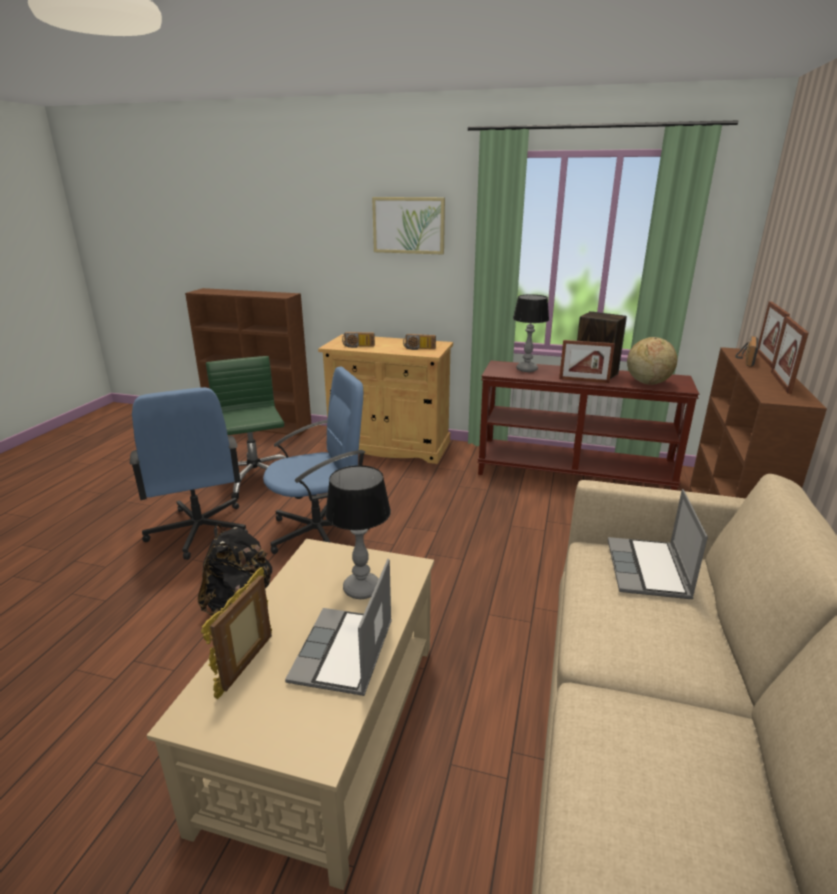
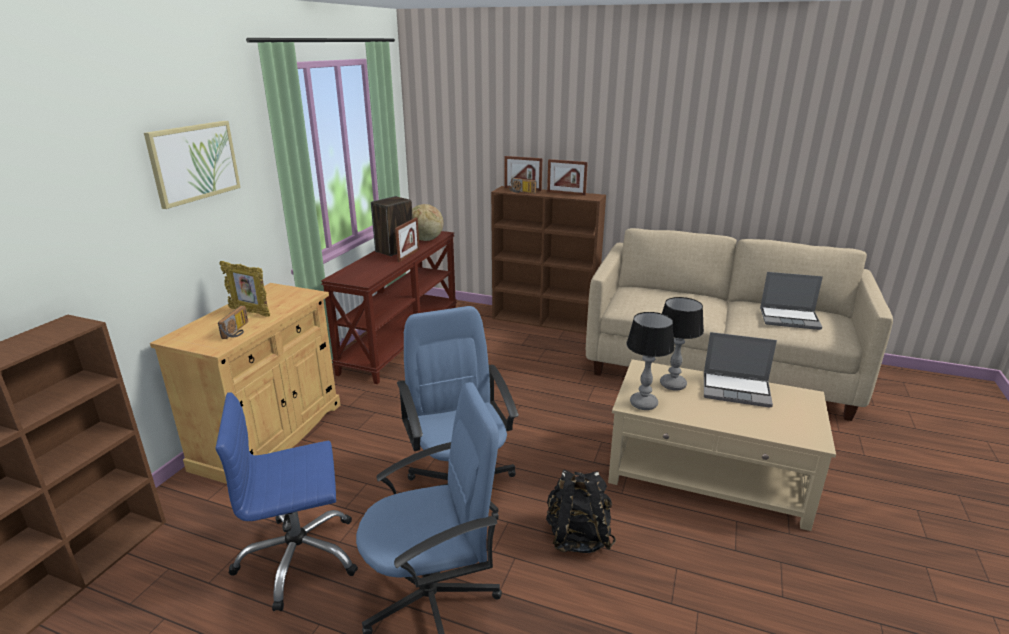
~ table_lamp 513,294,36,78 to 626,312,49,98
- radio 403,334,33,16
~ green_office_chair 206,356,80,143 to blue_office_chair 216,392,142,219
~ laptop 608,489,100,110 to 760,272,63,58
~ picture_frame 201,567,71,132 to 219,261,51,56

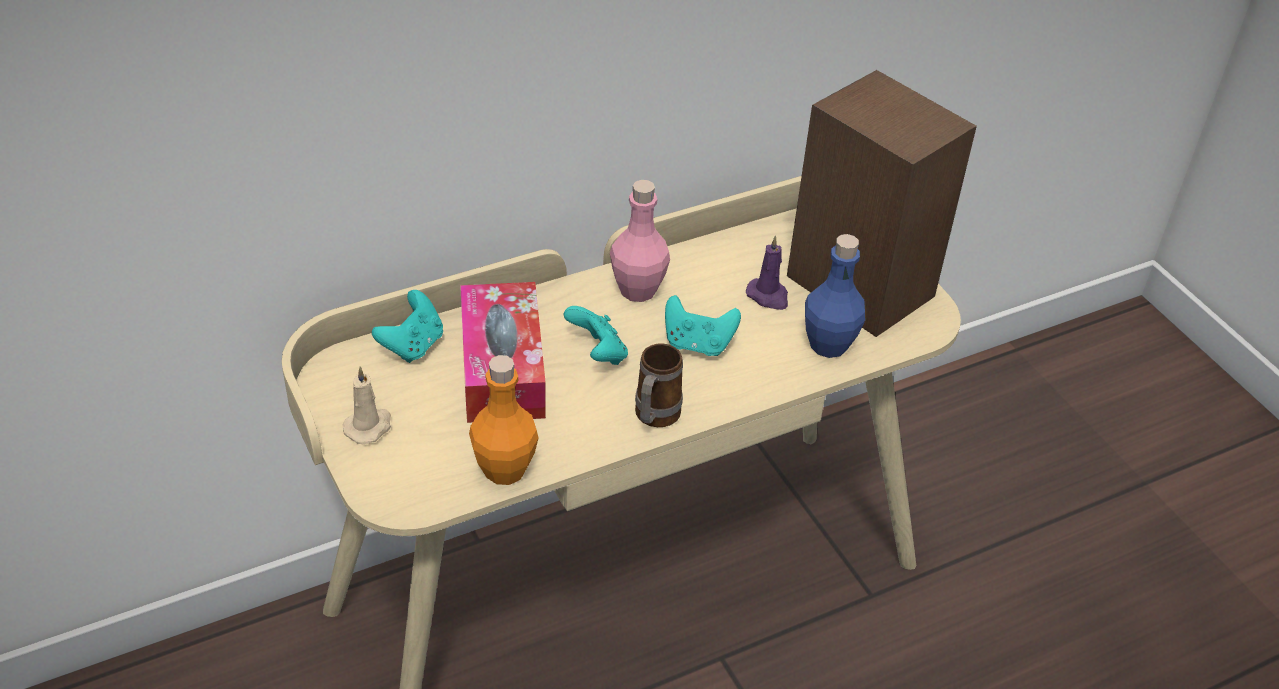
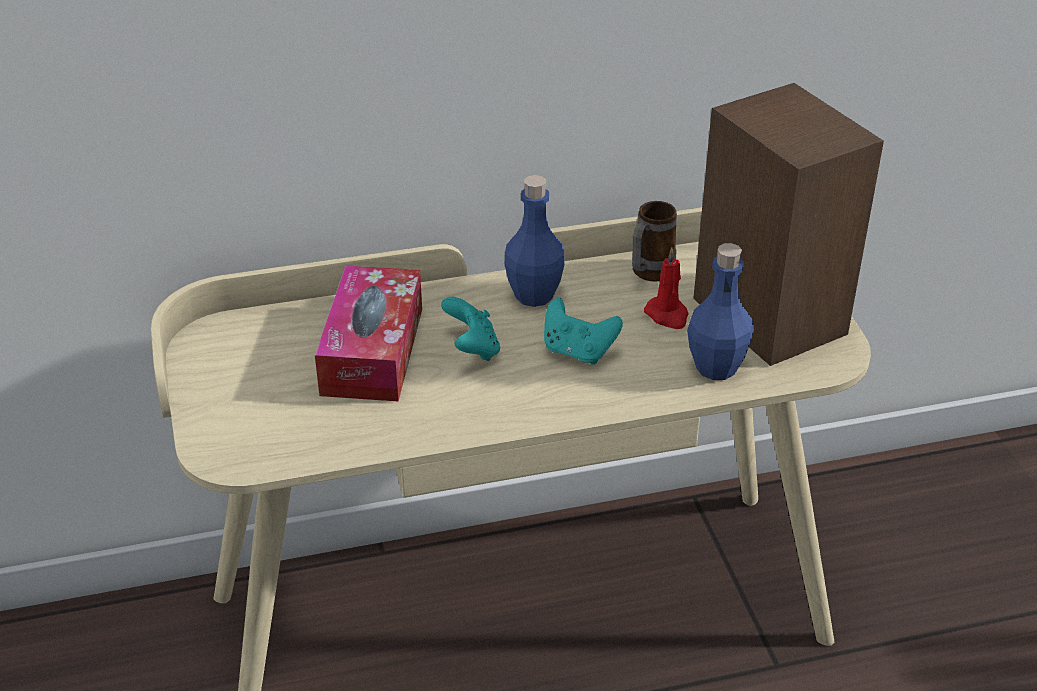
~ pink_bottle 610,180,60,122 to blue_bottle 505,175,59,132
~ purple_candle 746,235,42,75 to red_candle 644,248,45,81
- turquoise_game_controller 372,290,71,73
~ mug 635,343,48,84 to 632,201,45,81
- orange_bottle 469,355,70,130
- beige_candle 342,366,49,78

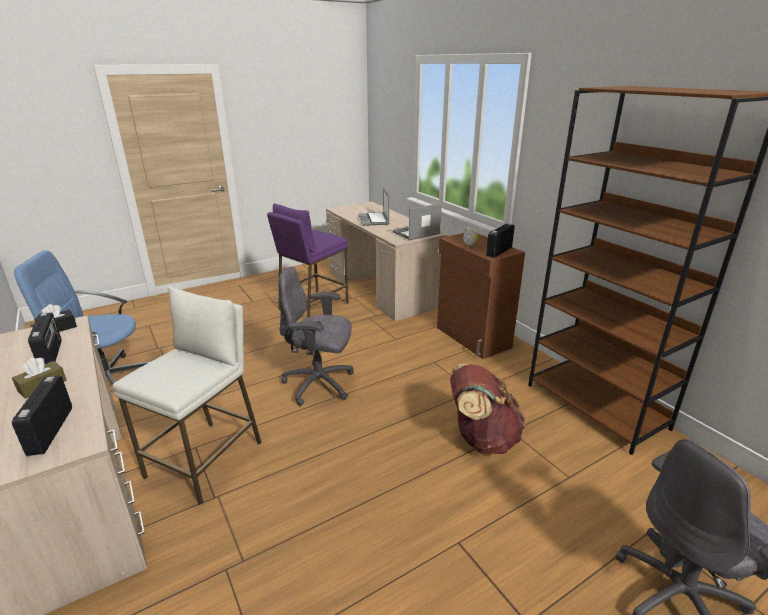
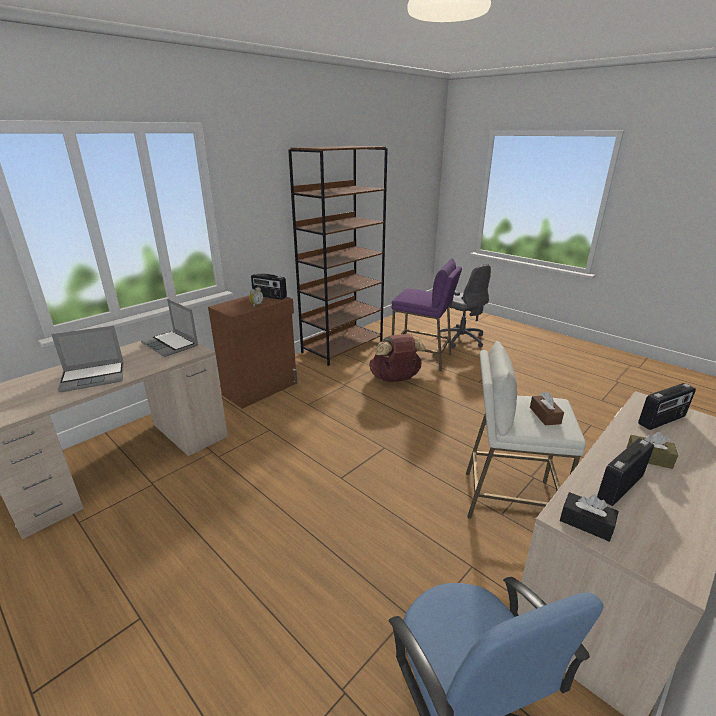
~ purple_stool 267,203,82,114 to 392,259,70,112
- grey_office_chair 279,267,75,139
+ brown_tissue_box 530,392,34,33

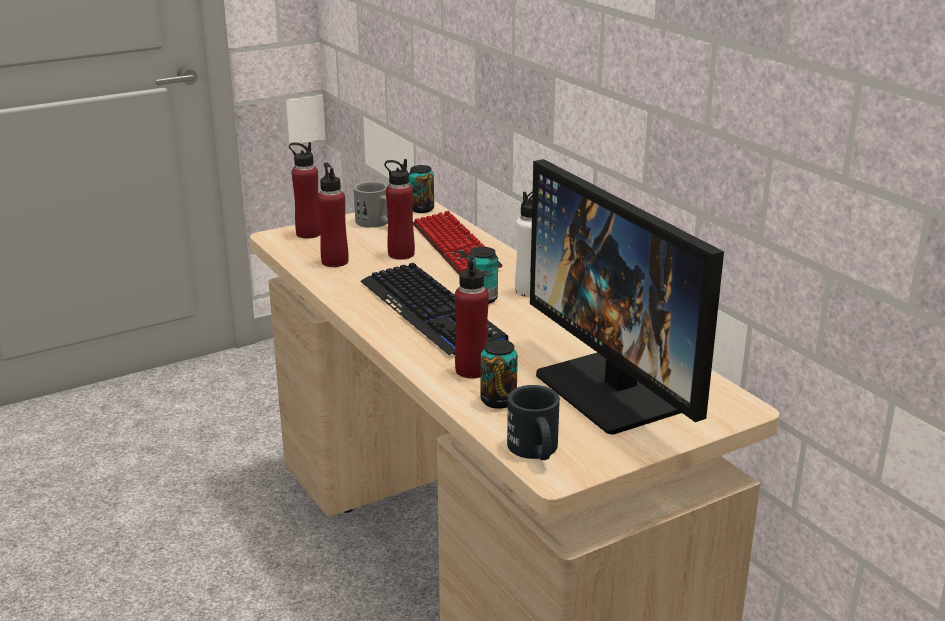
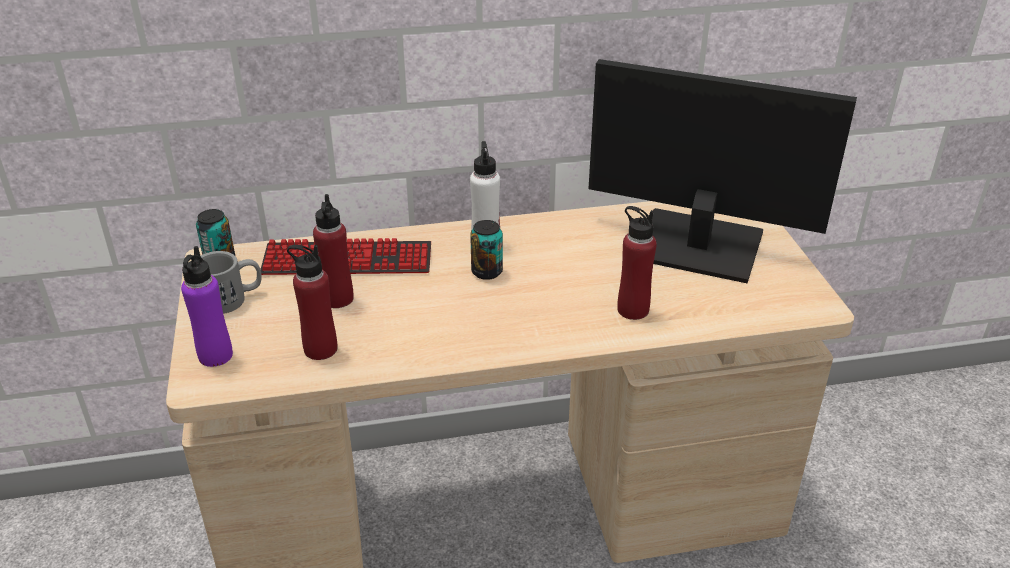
~ red_bottle 289,142,31,97 to purple_bottle 181,246,52,121
~ monitor 530,159,194,276 = 589,59,268,224 150 degrees counterclockwise
- keyboard 360,263,148,93
- can 481,340,37,69
- black_mug 507,385,53,75

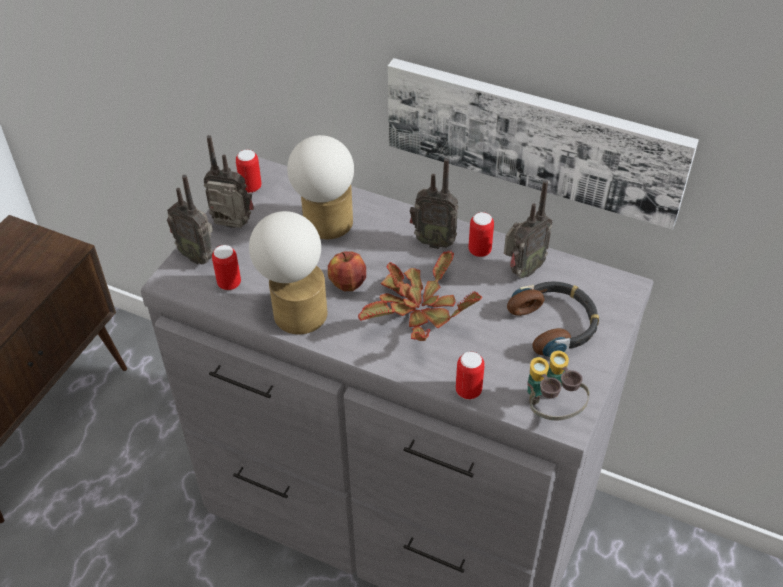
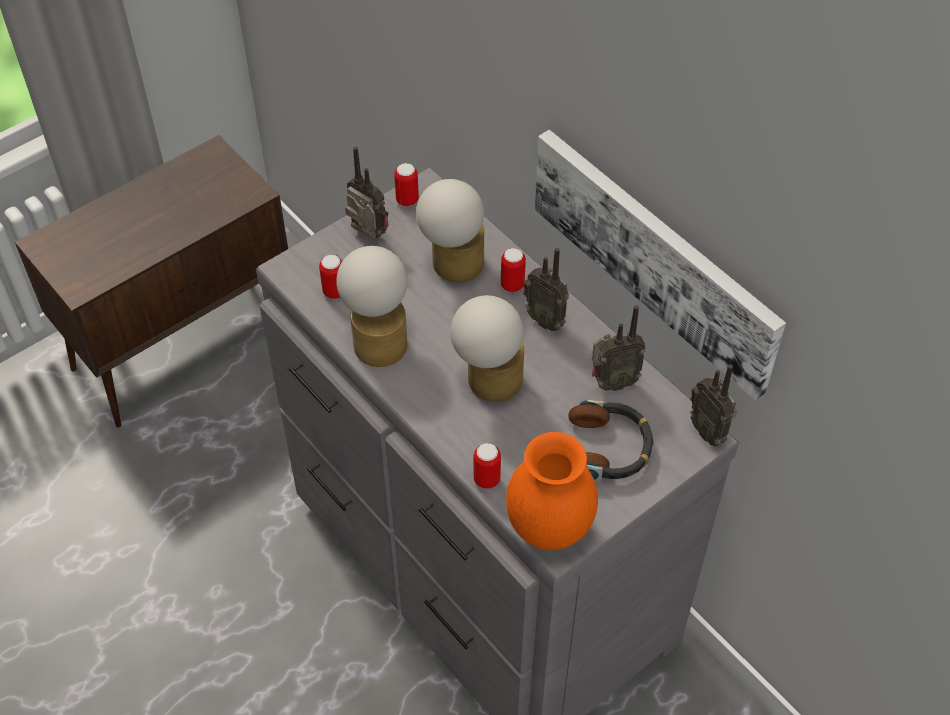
~ radio 167,175,46,89 to 690,364,47,82
~ can 468,212,26,45 to 501,248,25,44
~ potted_plant 358,251,124,90 to table_lamp 450,295,74,107
- apple 328,252,38,39
~ binoculars 527,350,63,70 to orange_vase 506,432,92,118

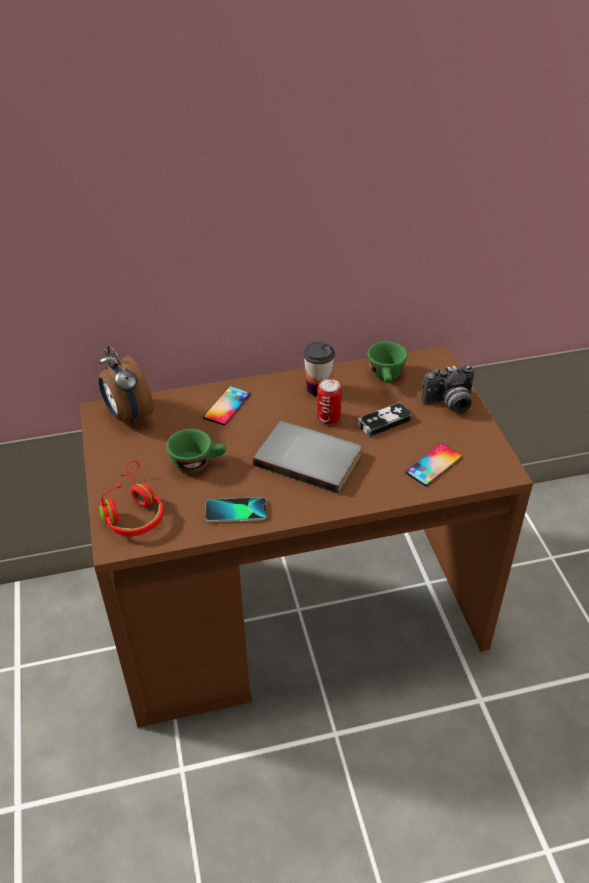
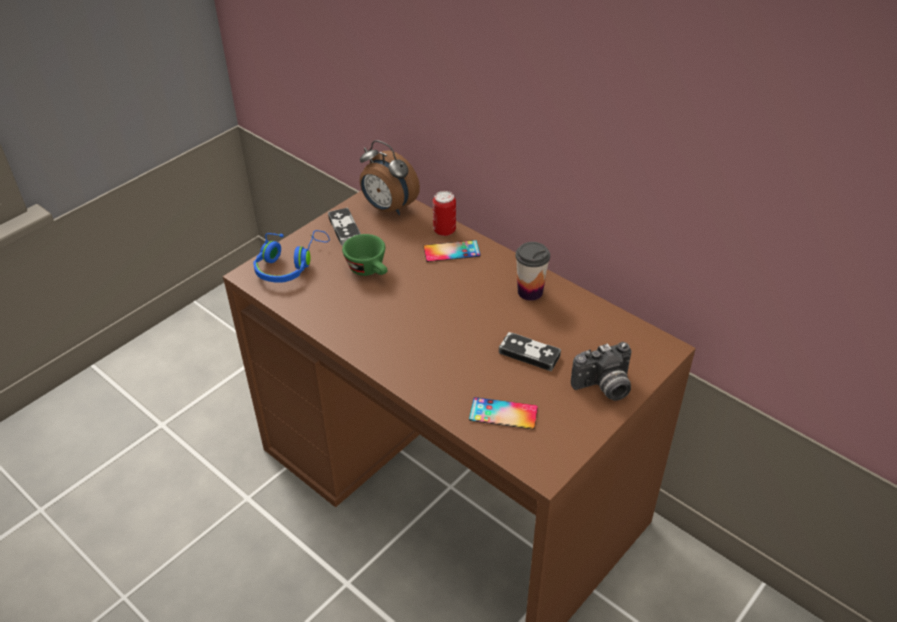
- green_cup 367,341,41,42
~ alarm_clock 98,345,56,81 = 360,140,60,75 75 degrees counterclockwise
~ photo_camera 422,365,53,48 = 571,342,61,59 60 degrees counterclockwise
~ can 317,379,25,46 to 433,191,23,45
- grey_book 253,421,108,73
~ red_headphones 99,461,65,76 to blue_headphones 253,230,77,53
- phone 205,497,62,25
+ game_controller 328,208,33,38

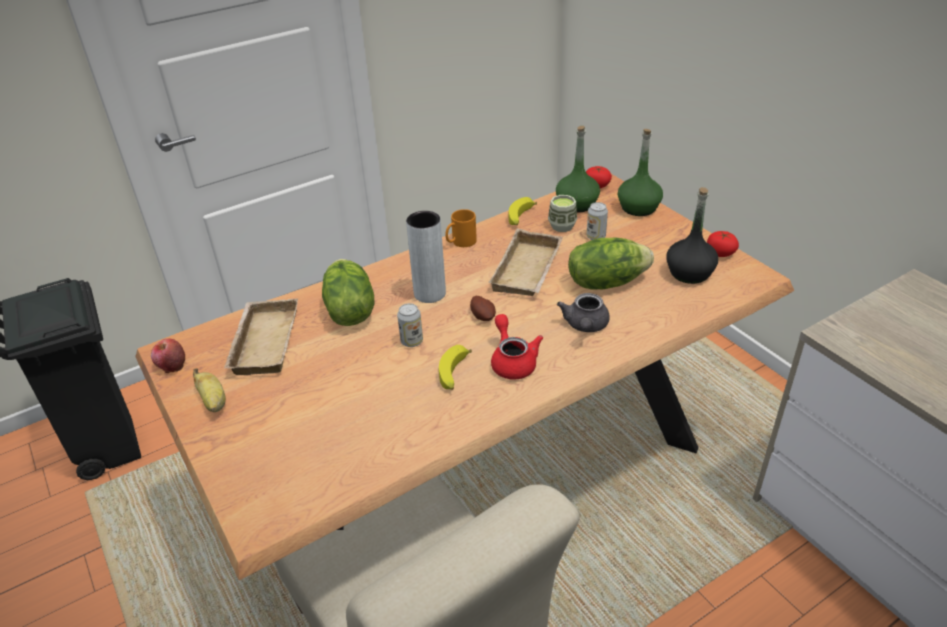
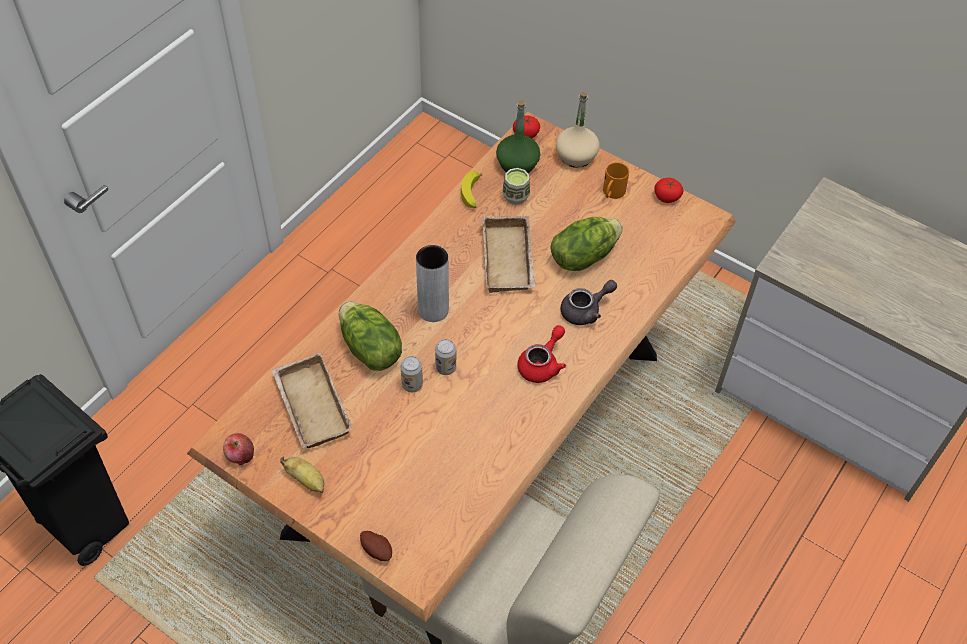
~ green_bottle 618,129,45,87 to beige_bottle 556,92,44,76
- black_bottle 666,187,52,97
~ can 587,202,21,38 to 401,356,22,36
~ orange_mug 445,209,32,38 to 603,162,26,37
~ grey_teapot 557,293,53,39 = 560,280,57,45 105 degrees counterclockwise
~ potato 470,296,26,25 to 360,531,32,30
~ red_teapot 491,314,52,65 = 517,325,49,58 75 degrees clockwise
- banana 439,345,33,45

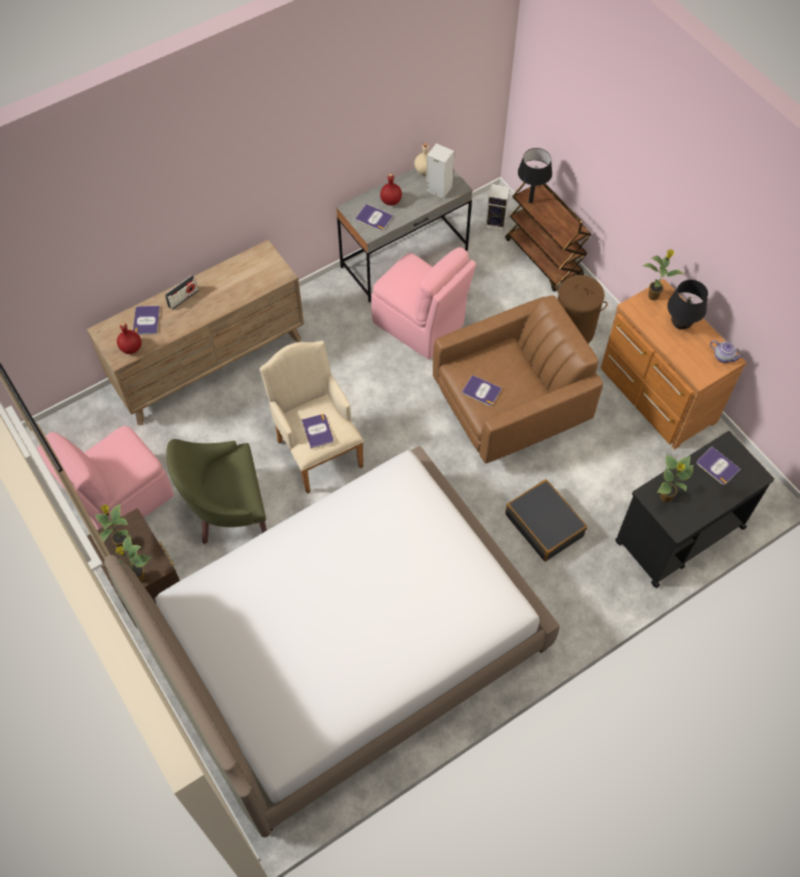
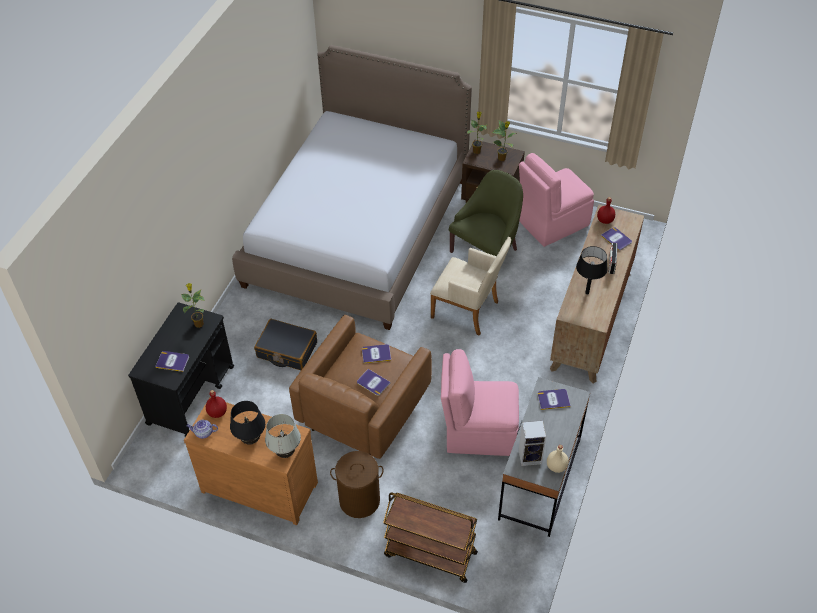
~ black_table_lamp 518,148,34,56 to 576,246,32,48
~ red_bottle 380,173,22,33 to 206,390,21,28
- speaker 485,184,25,47
~ potted_plant 643,249,41,51 to white_table_lamp 265,414,36,44
~ book 302,414,32,35 to 357,369,34,27
~ pink_chair 37,426,137,104 = 519,153,75,94 135 degrees counterclockwise

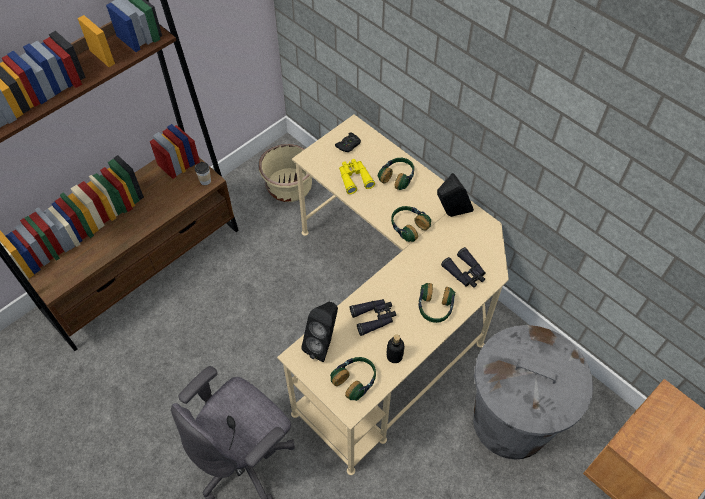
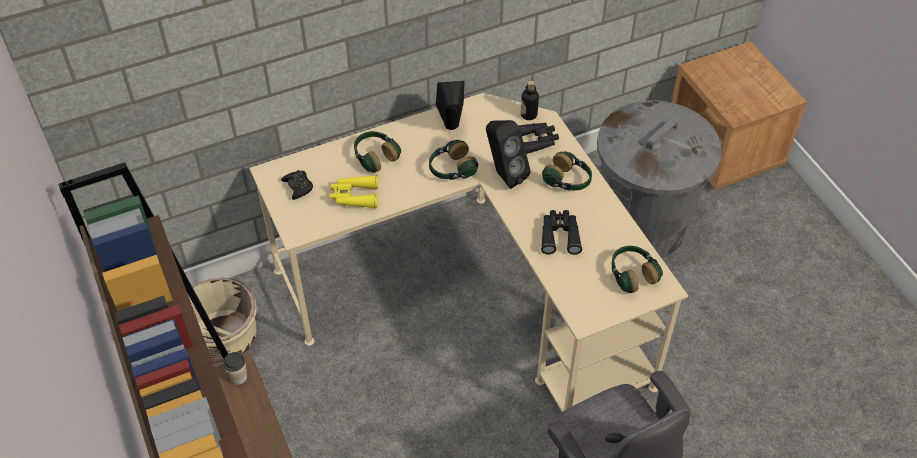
~ black_speaker 301,302,37,60 to 486,120,45,69
~ bottle 386,334,19,29 to 521,81,18,39

